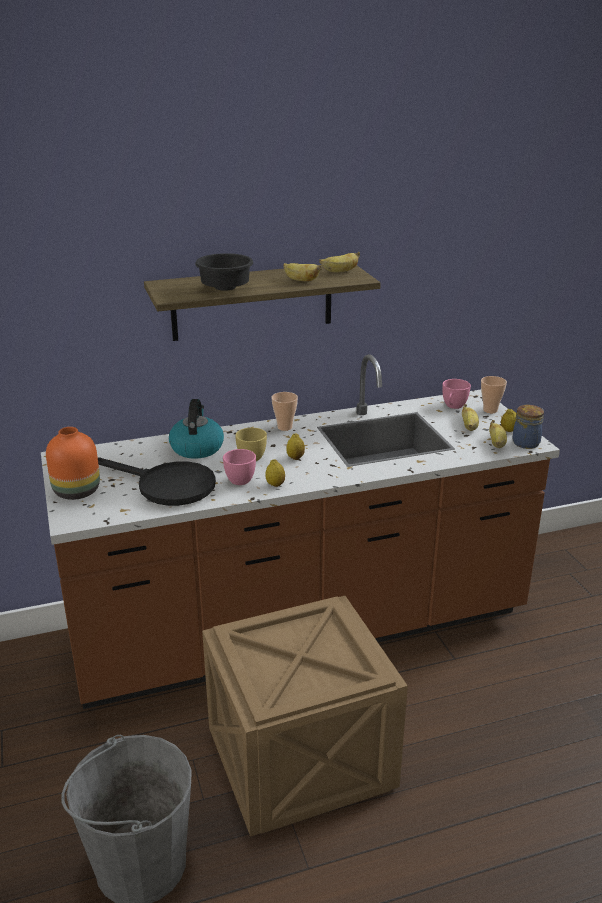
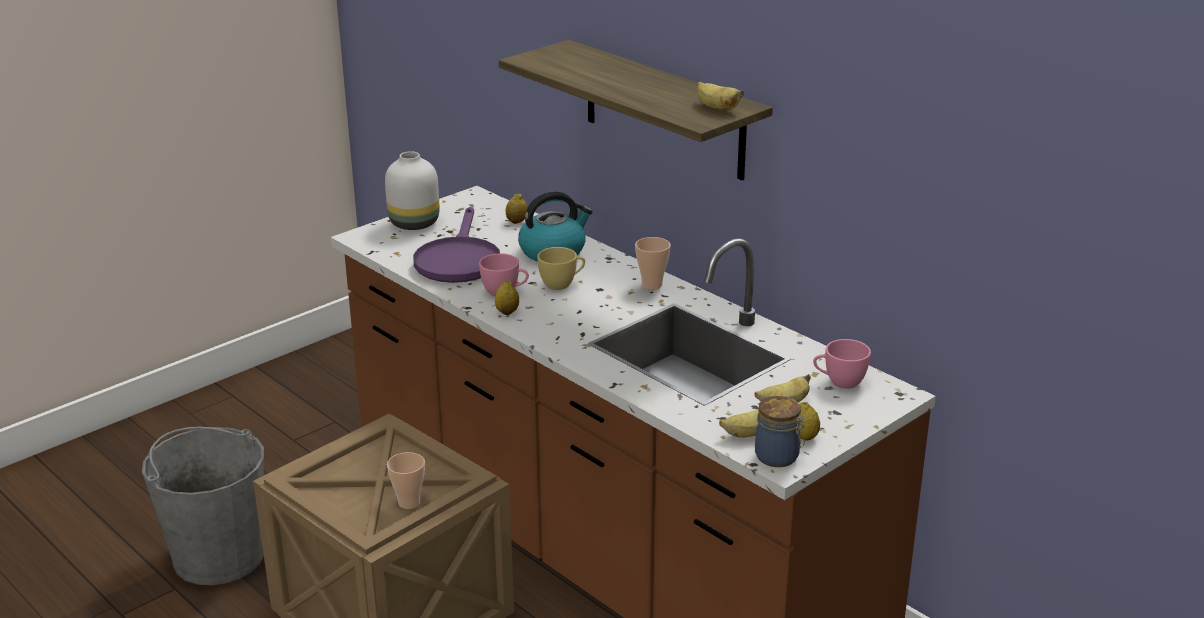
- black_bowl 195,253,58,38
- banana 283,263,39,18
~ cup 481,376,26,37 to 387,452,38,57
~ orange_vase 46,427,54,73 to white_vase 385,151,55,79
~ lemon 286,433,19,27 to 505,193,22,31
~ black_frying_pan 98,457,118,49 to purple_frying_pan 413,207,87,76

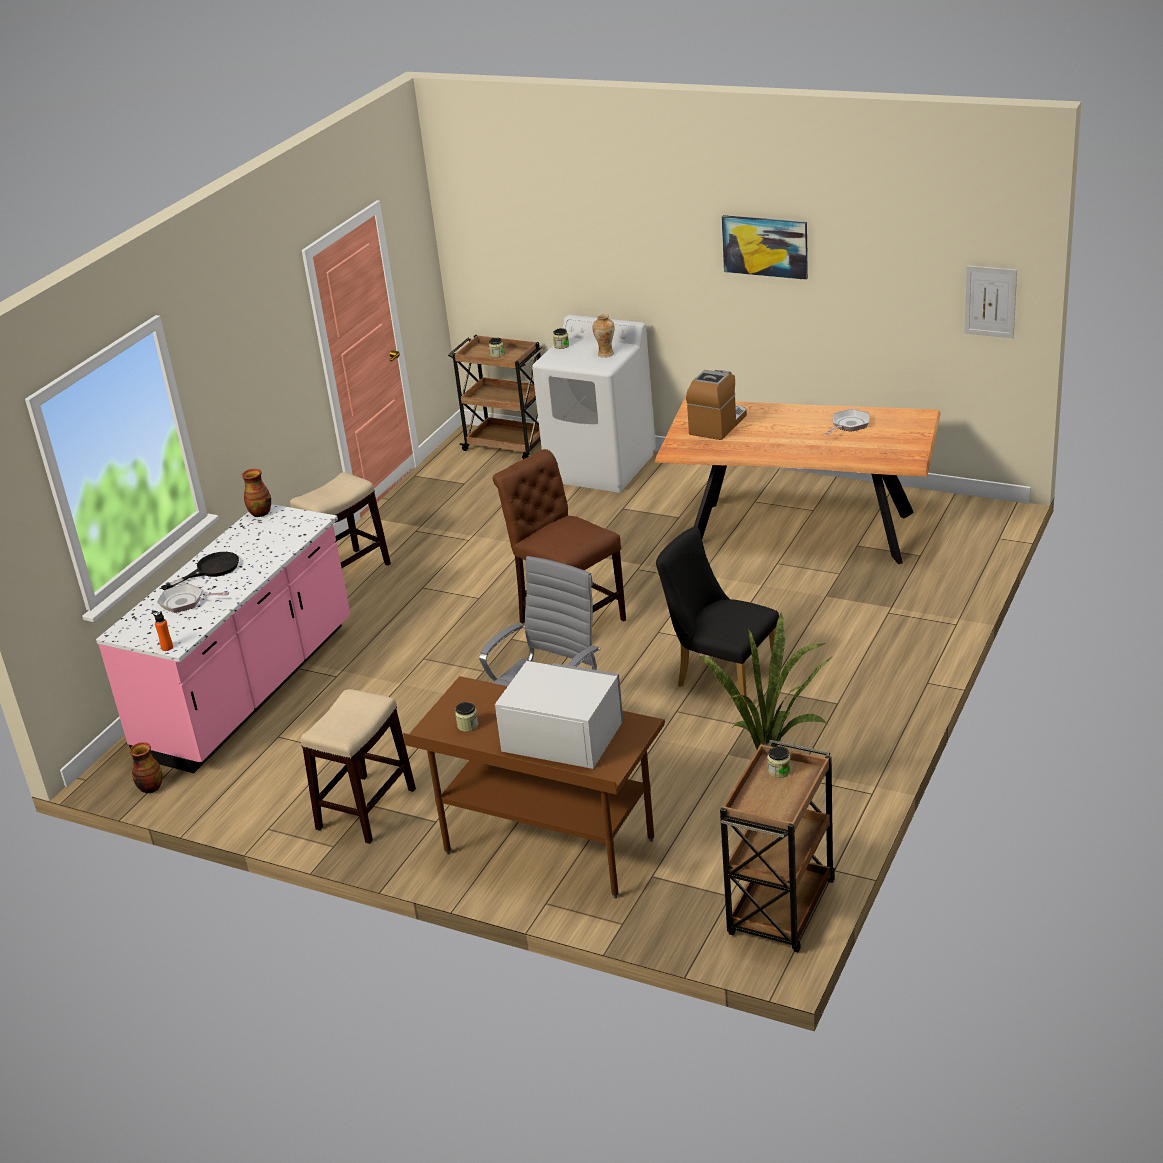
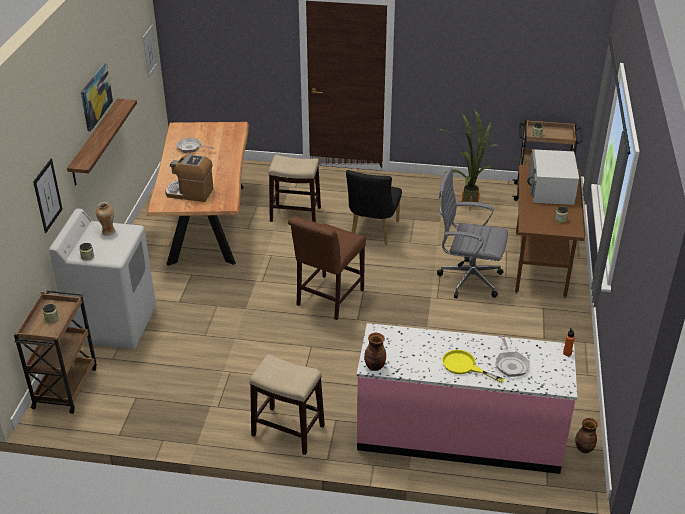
~ black_frying_pan 161,552,78,38 to yellow_frying_pan 442,350,62,33
~ stool 301,689,115,155 to 268,155,53,67
+ shelf 67,99,70,86
+ picture 33,159,30,74

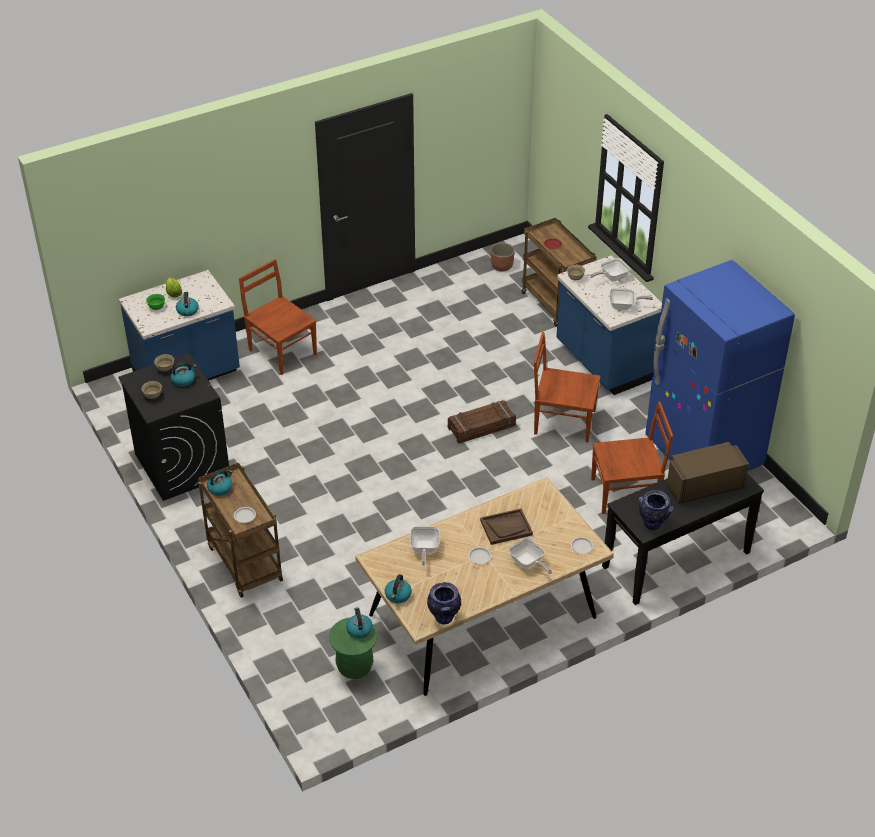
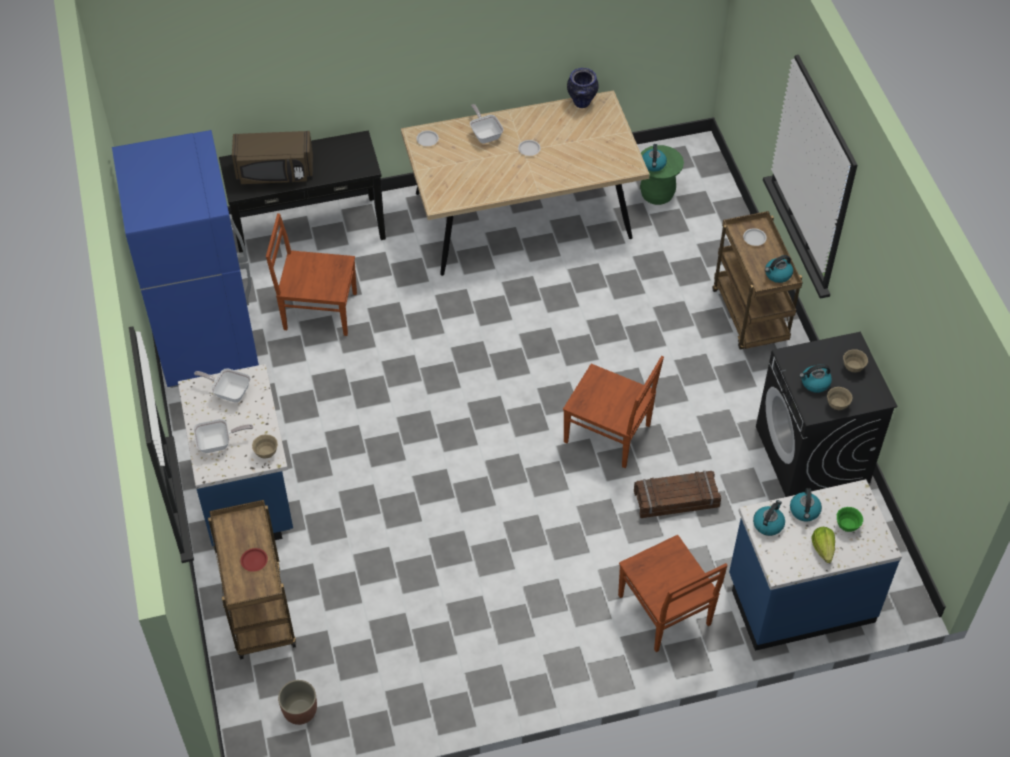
~ brown_chair 534,332,66,111 to 563,356,101,112
~ crate 448,400,68,44 to 634,471,87,47
- vase 639,490,34,40
- brown_tray 480,509,53,36
- frying_pan 410,526,29,40
~ kettle 385,574,27,30 to 753,500,32,36

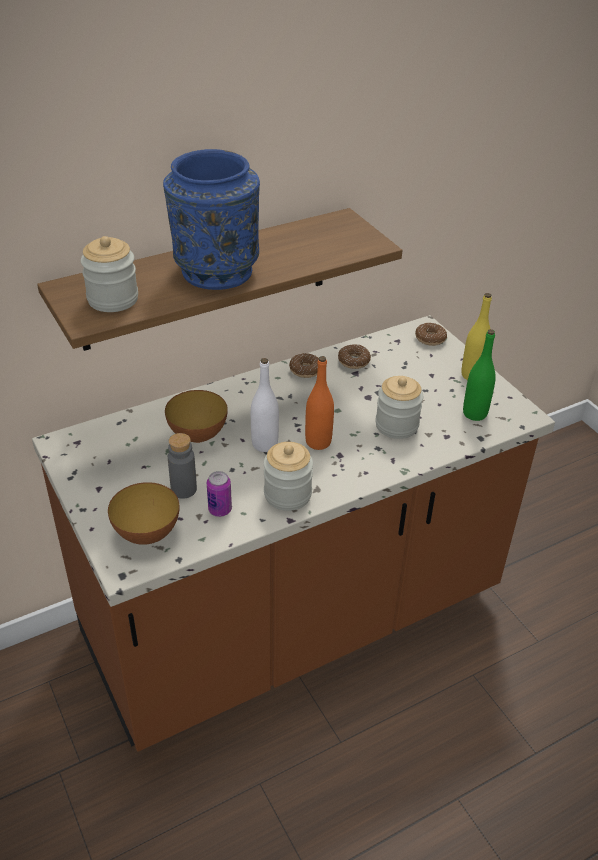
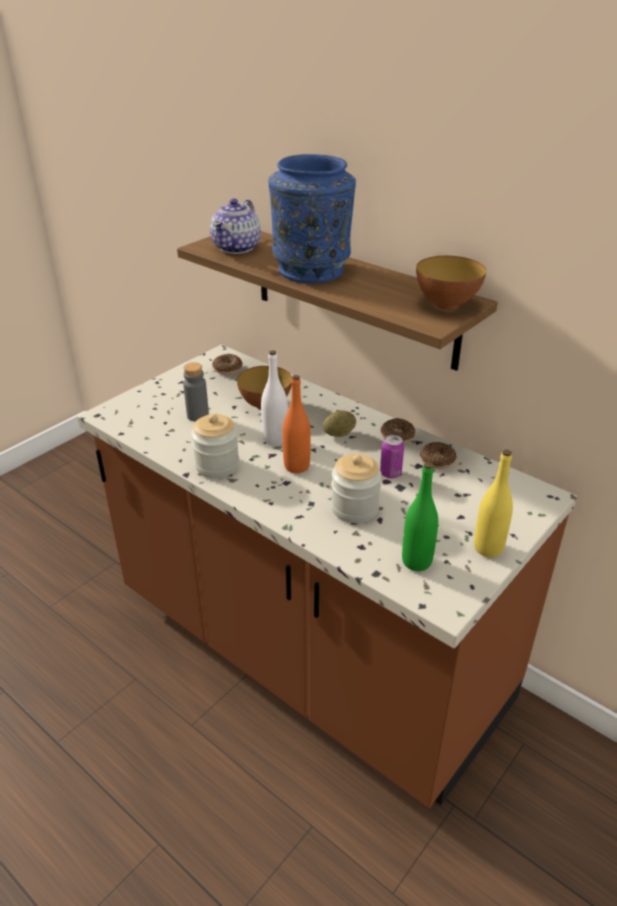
~ jar 81,236,57,76 to teapot 210,198,51,56
~ donut 415,323,32,23 to 212,354,31,20
~ can 207,471,25,46 to 380,435,24,43
~ bowl 108,482,71,63 to 416,256,70,53
+ potato 323,410,33,27

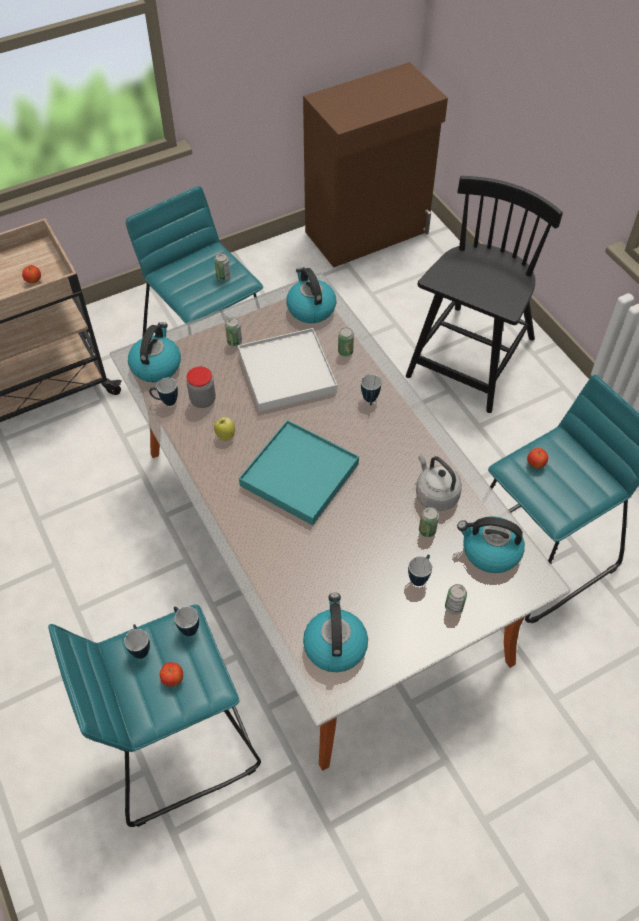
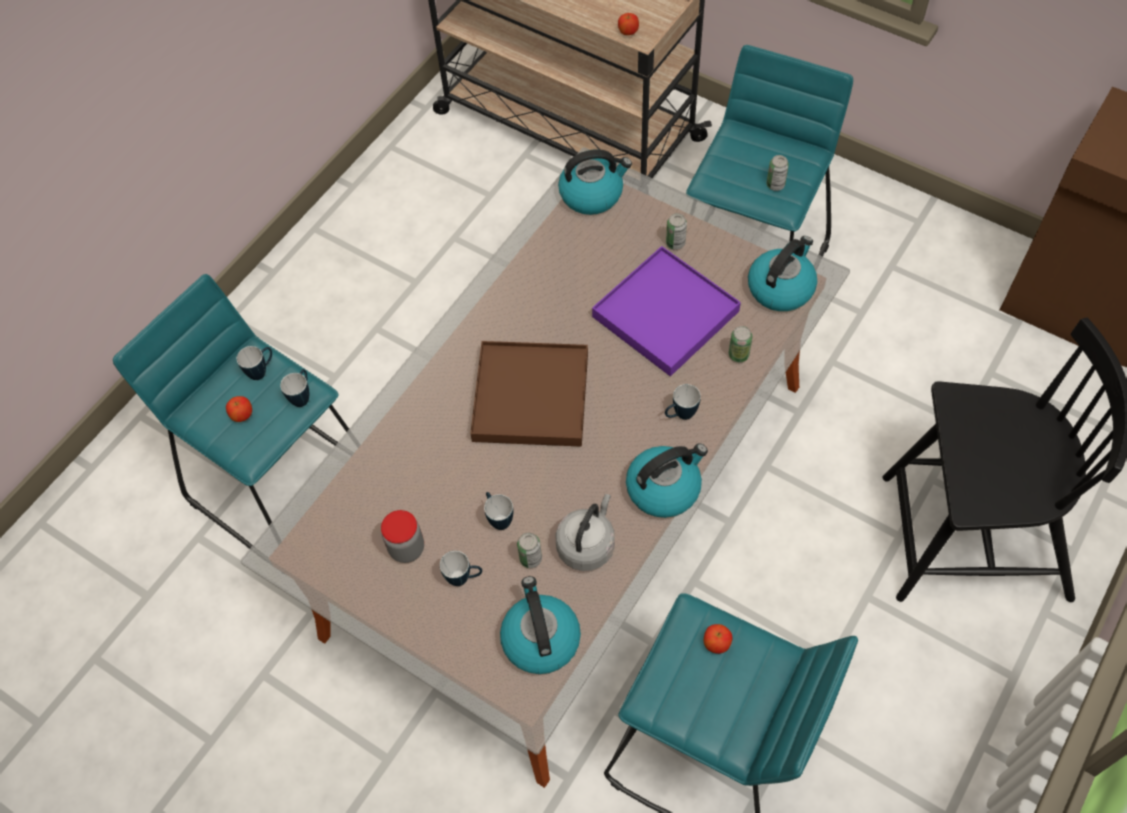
~ white_tray 238,328,99,84 to purple_tray 592,246,149,130
~ jar 187,367,29,41 to 381,510,43,53
~ mug 149,378,29,28 to 484,492,29,38
- apple 214,417,21,24
~ turquoise_tray 239,420,120,105 to brown_tray 470,341,118,106
- can 445,584,22,31
~ kettle 303,593,65,79 to 626,443,82,75

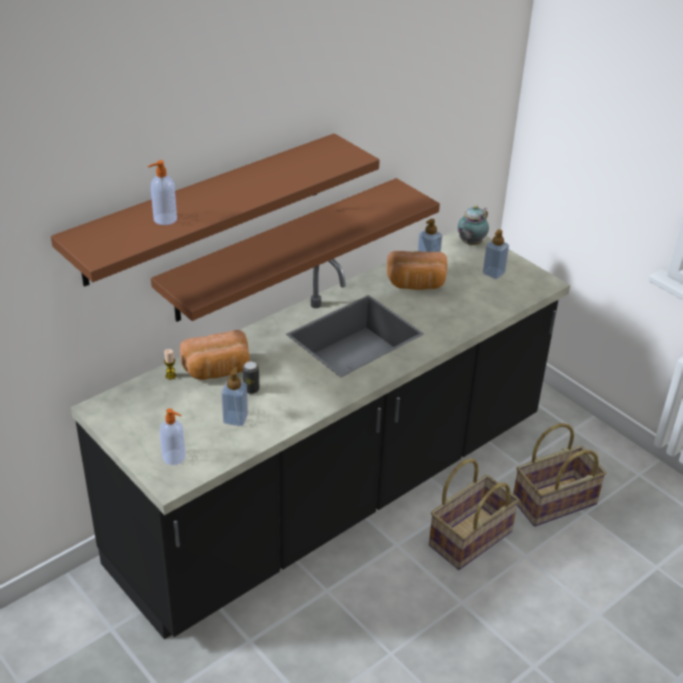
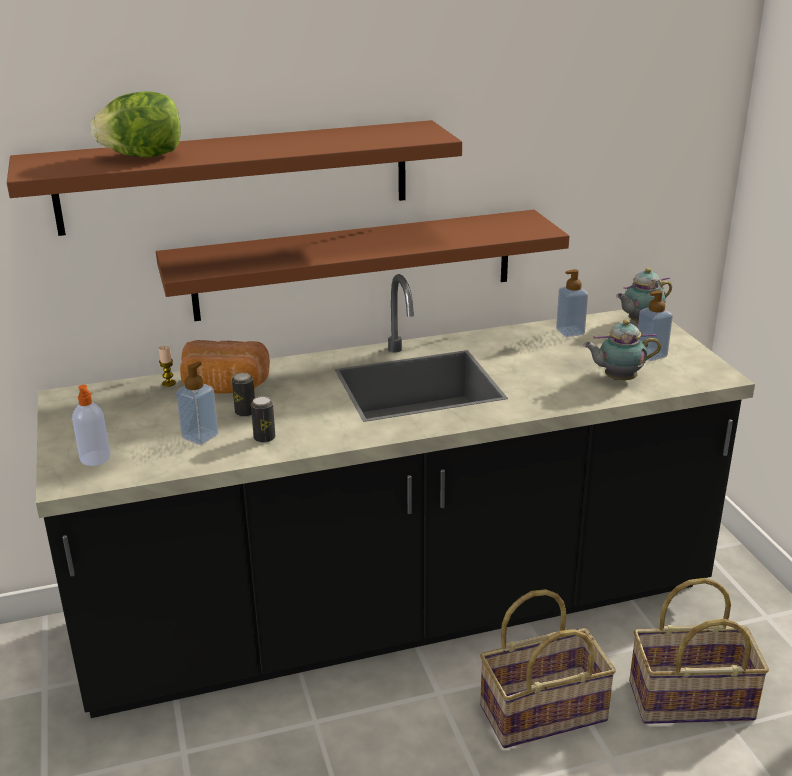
~ soap_dispenser 148,160,29,65 to lettuce 91,91,90,66
- bread 387,251,61,39
+ teapot 583,319,78,61
+ can 251,396,24,47

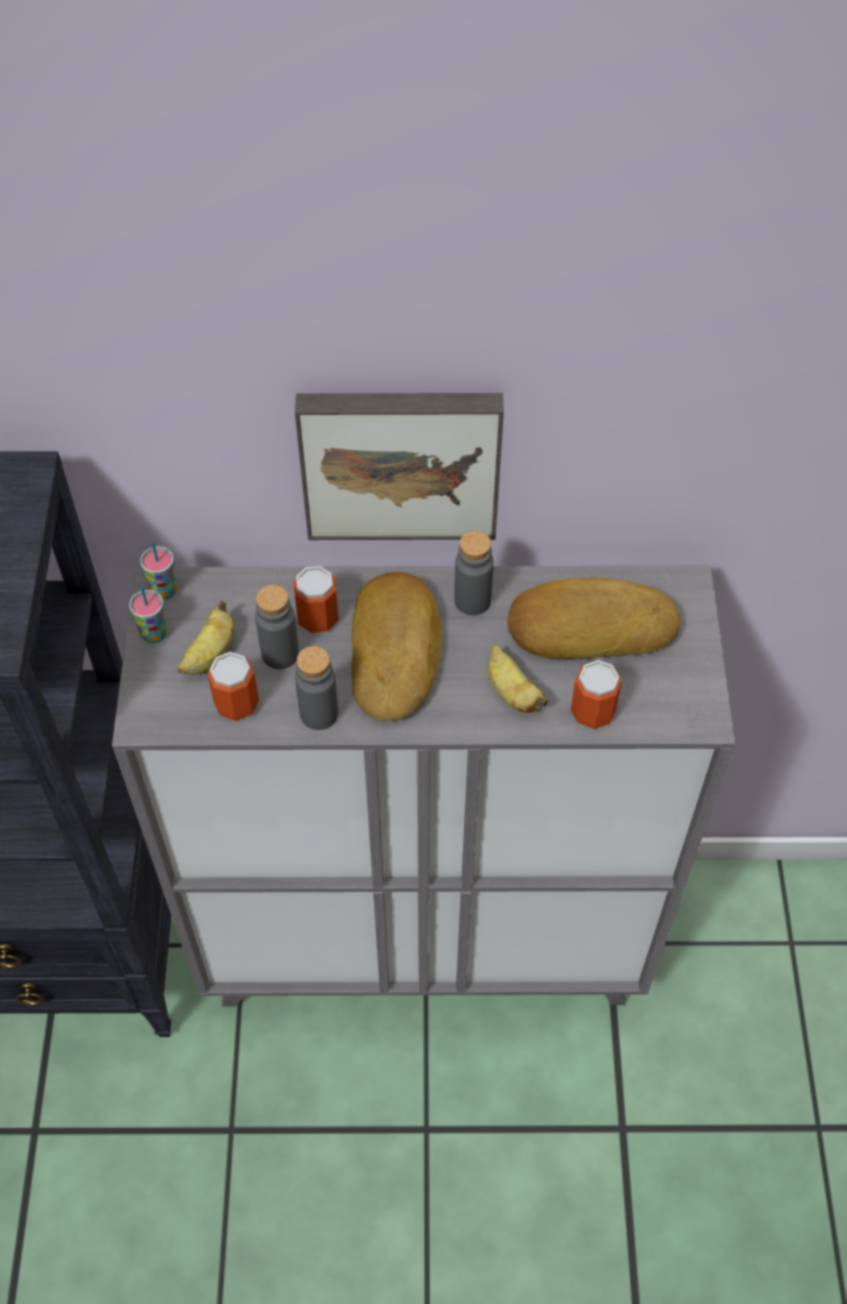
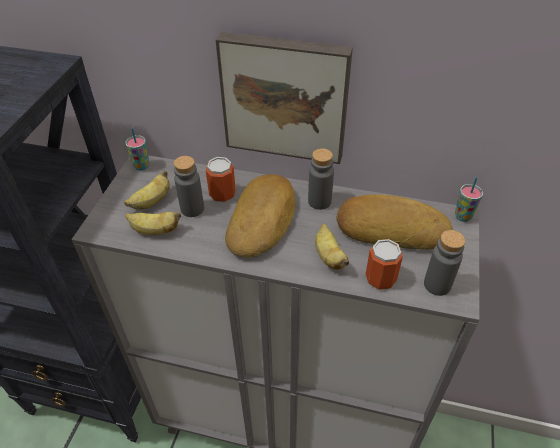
~ cup 129,586,38,58 to 455,177,28,45
~ grey_bottle 295,646,43,84 to 424,230,41,66
~ can 207,652,52,69 to banana 125,212,56,23

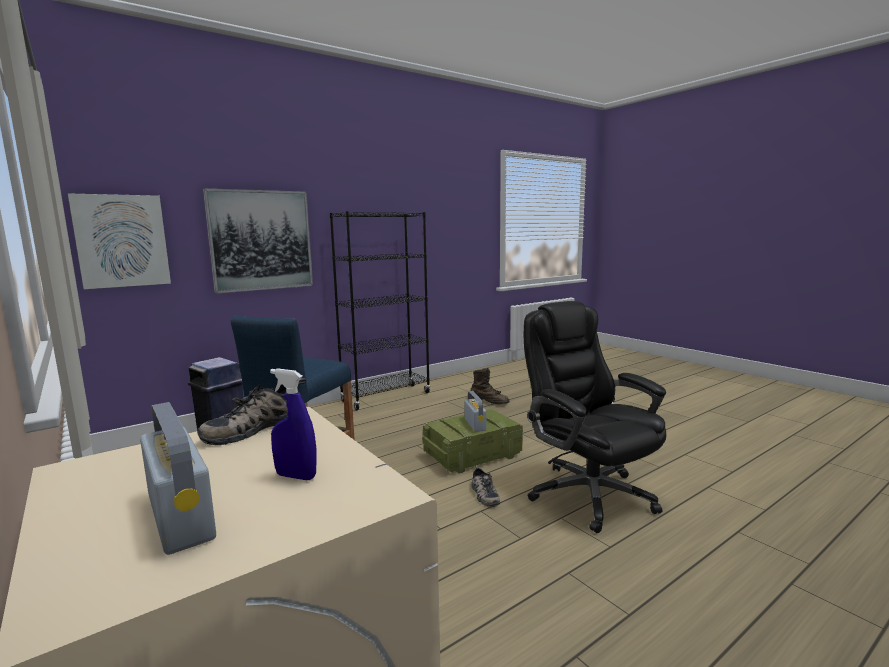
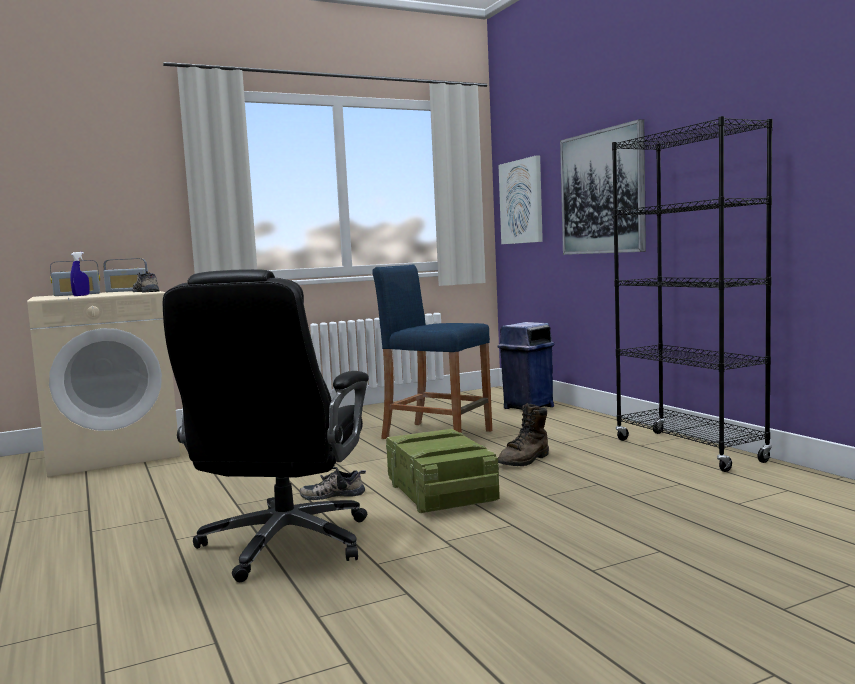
~ black_office_chair 524,301,142,232 = 163,269,206,313 120 degrees clockwise
~ brown_boot 471,368,38,36 to 498,403,51,63
~ radio 464,391,22,41 to 103,258,45,34

